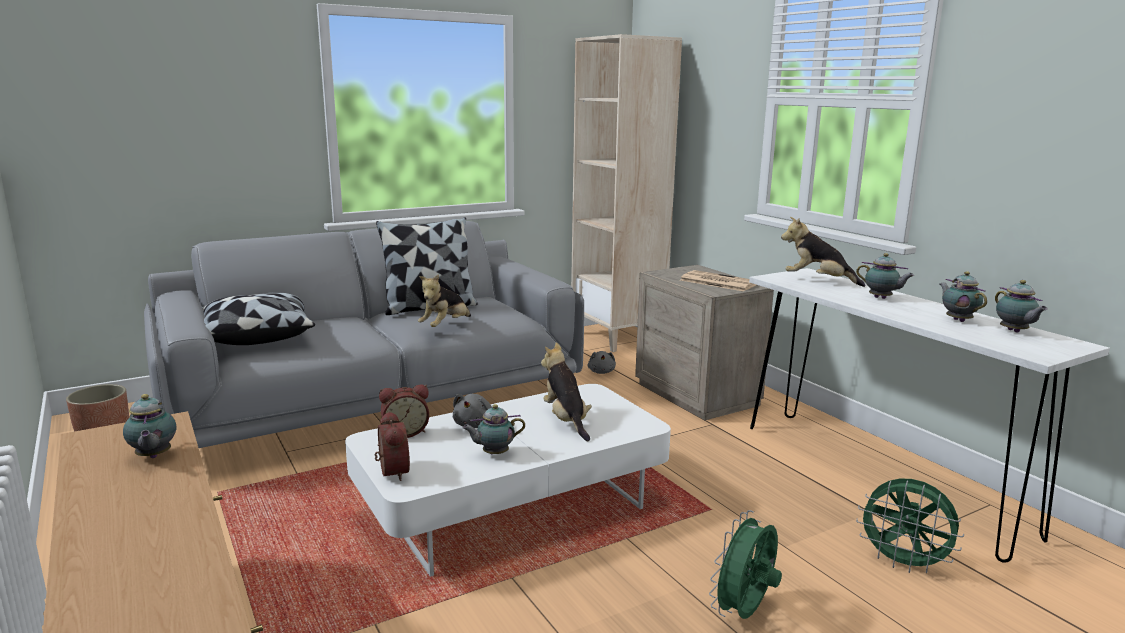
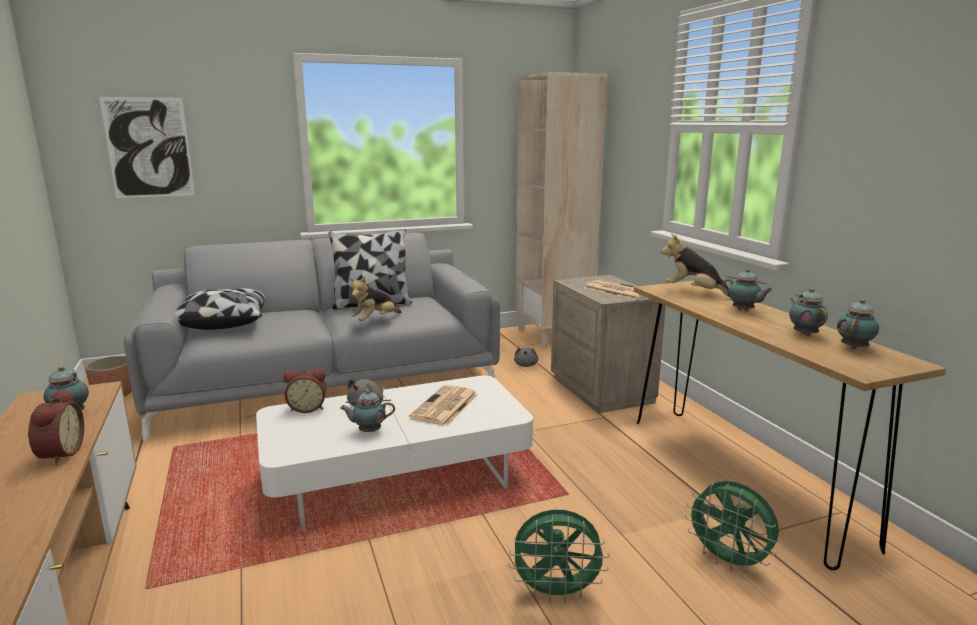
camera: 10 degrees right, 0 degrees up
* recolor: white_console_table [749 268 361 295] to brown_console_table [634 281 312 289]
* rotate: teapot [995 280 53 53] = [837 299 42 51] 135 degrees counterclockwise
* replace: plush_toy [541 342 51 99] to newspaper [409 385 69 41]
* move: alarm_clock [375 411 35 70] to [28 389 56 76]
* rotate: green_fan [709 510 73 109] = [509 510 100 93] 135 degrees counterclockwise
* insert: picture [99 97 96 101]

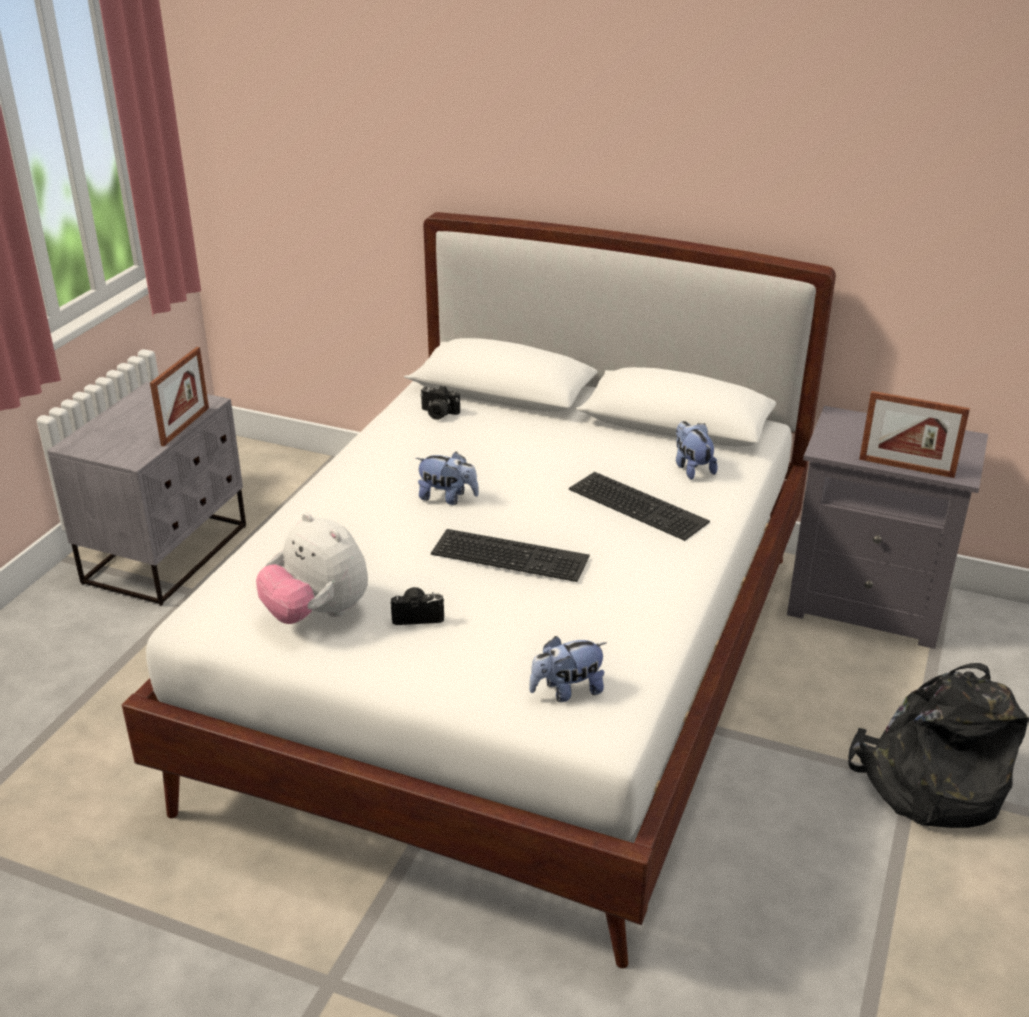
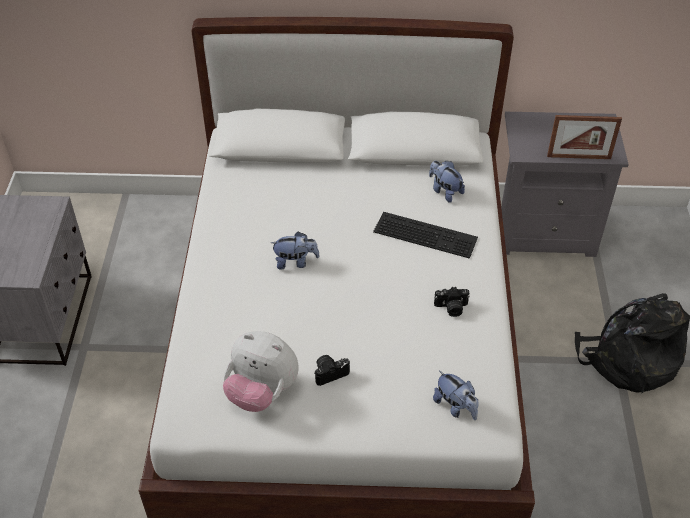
camera: 20 degrees left, 15 degrees up
* delete: picture_frame [150 347 59 99]
* move: photo_camera [420 385 40 35] to [434 287 36 30]
* delete: keyboard [431 529 159 53]
* rotate: plush_toy [529 636 78 66] = [433 371 46 49] 90 degrees counterclockwise

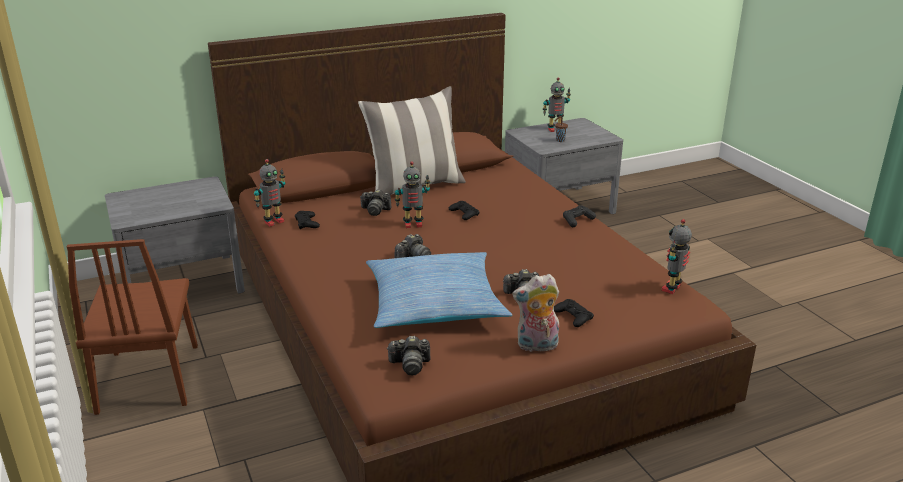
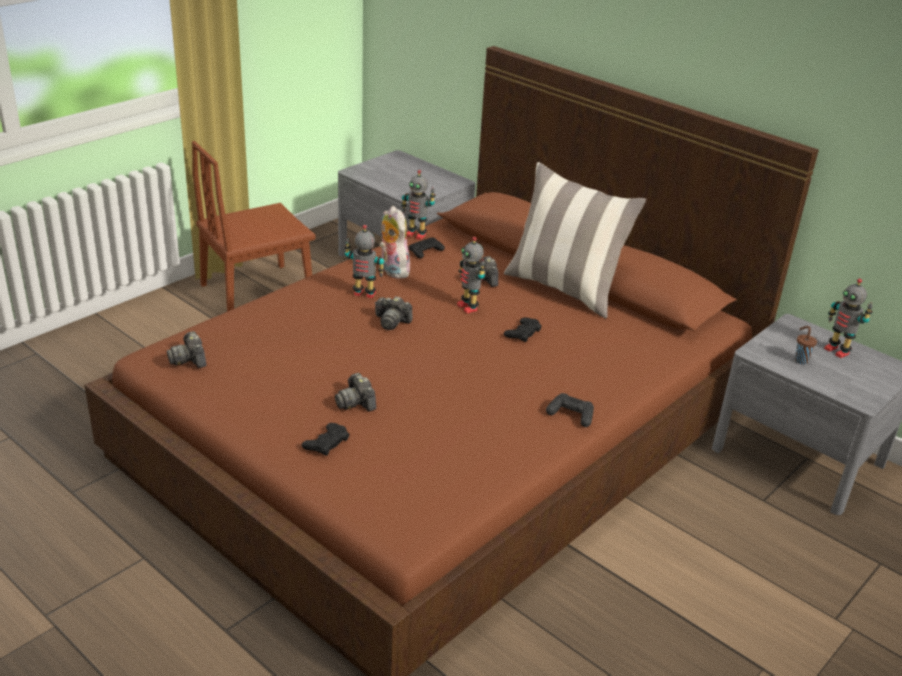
camera: 65 degrees right, 5 degrees up
* move: toy_robot [661 219 31 75] to [344 225 41 73]
* delete: pillow [366 252 146 76]
* move: plush_toy [512 274 47 78] to [379 206 31 73]

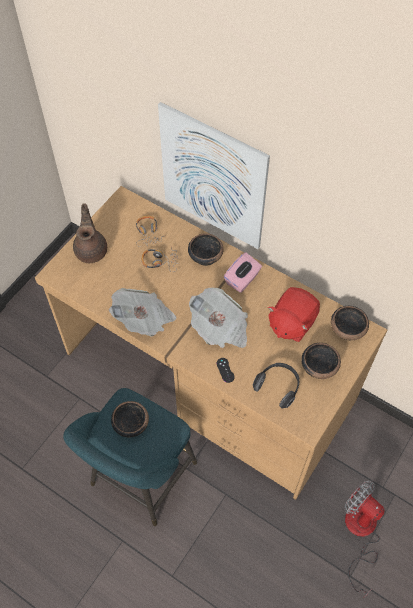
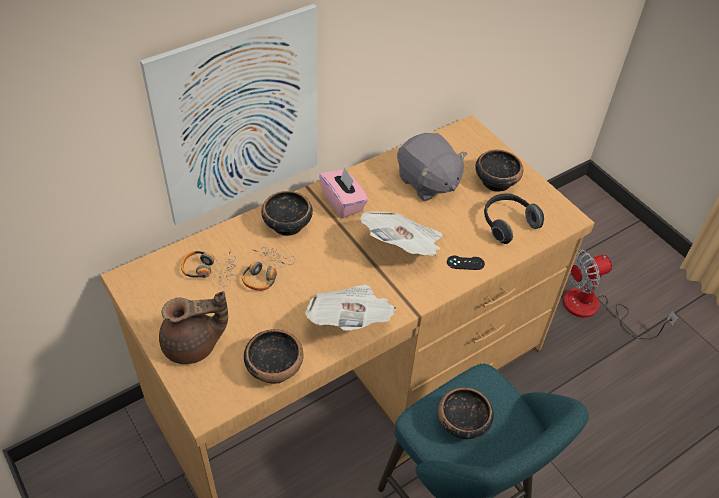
camera: 70 degrees left, 10 degrees down
* rotate: brown_teapot [73 203 34 60] = [159 291 69 73] 150 degrees clockwise
* recolor: red_plush_toy [268 287 52 55] to grey_plush_toy [397 133 71 68]
* move: bowl [331 306 38 34] to [244 329 60 55]

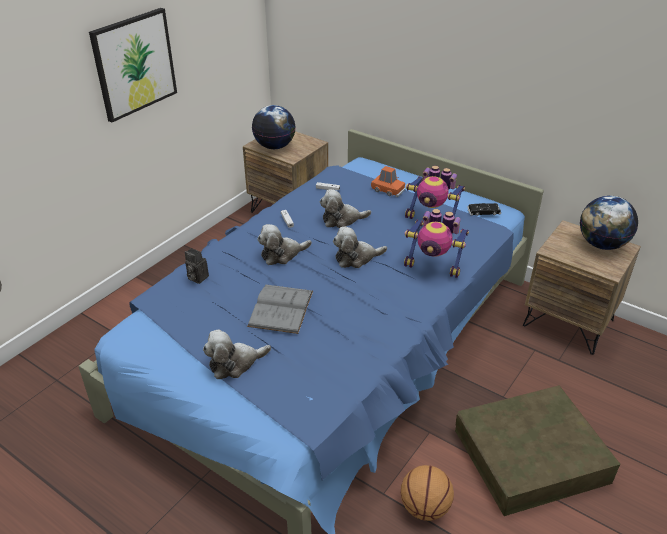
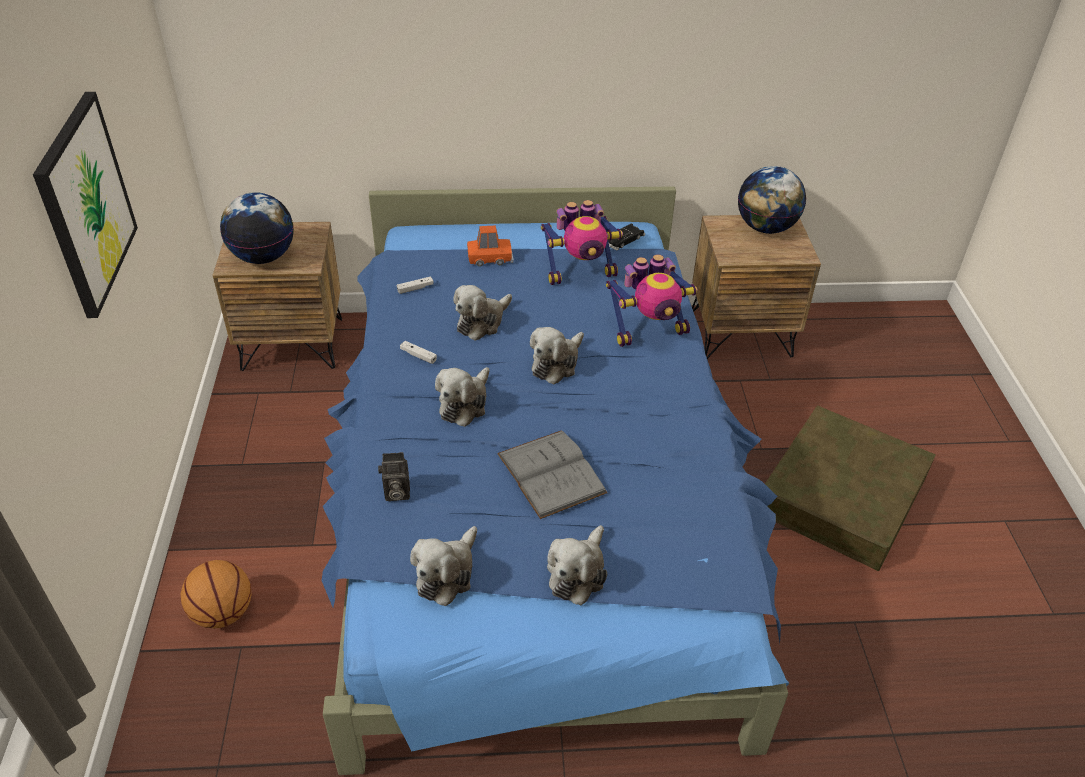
camera: 40 degrees left, 5 degrees up
* move: basketball [401 465 53 56] to [180 560 72 68]
* insert: plush_toy [410 526 67 80]

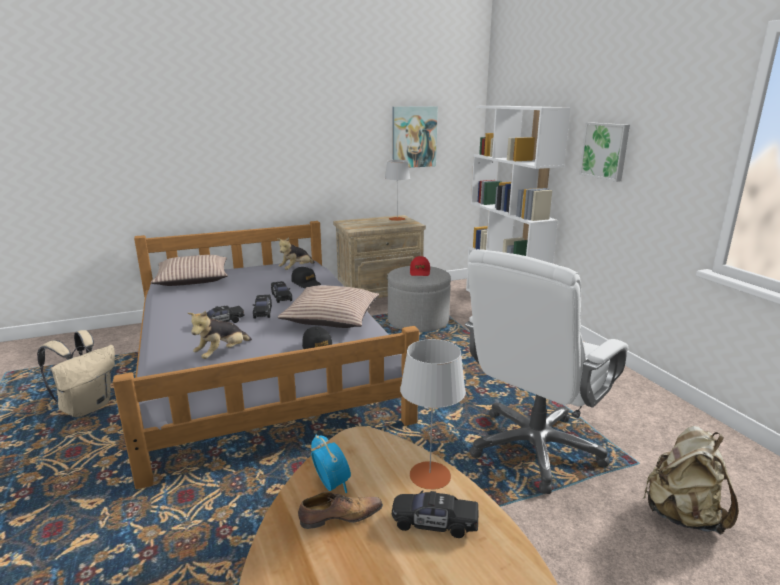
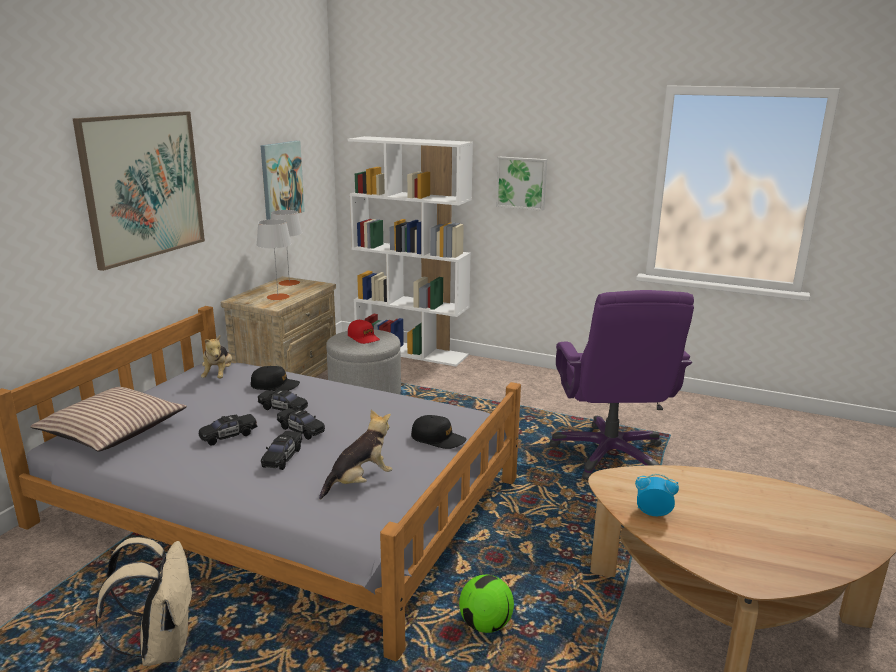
camera: 45 degrees left, 0 degrees up
* recolor: white_office_chair [465 249 164 245] to purple_office_chair [549 290 145 190]
* delete: pillow [278 285 101 43]
* rotate: plush_toy [188 311 64 48] = [319 410 73 90] 120 degrees counterclockwise
* move: grey_table_lamp [400 339 66 151] to [256 219 35 82]
* delete: beige_backpack [643 426 96 109]
* delete: shoe [298 491 85 38]
* move: black_toy_car [392 491 87 47] to [199 414 59 31]
* insert: picture [72 111 133 160]
* insert: football [459 574 55 59]

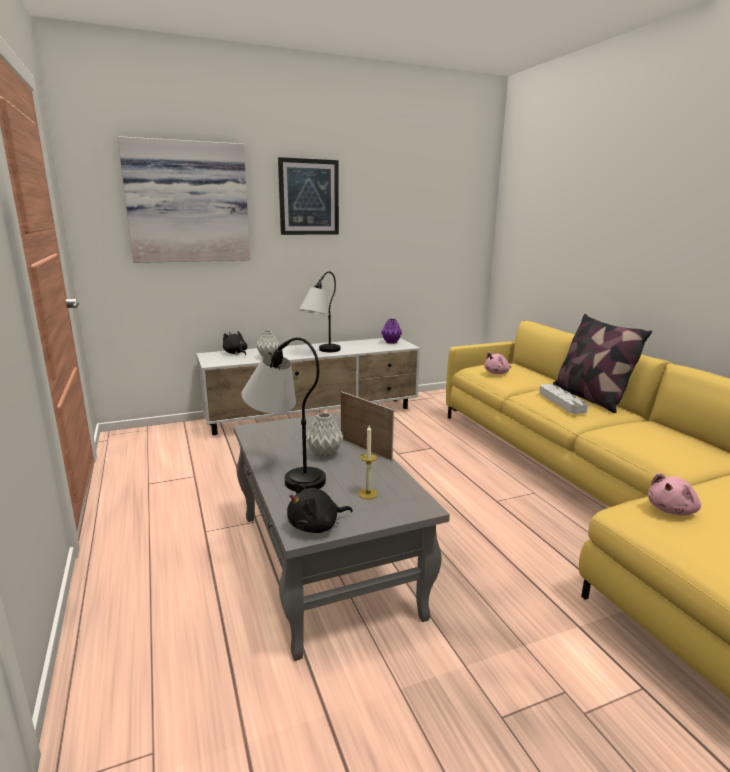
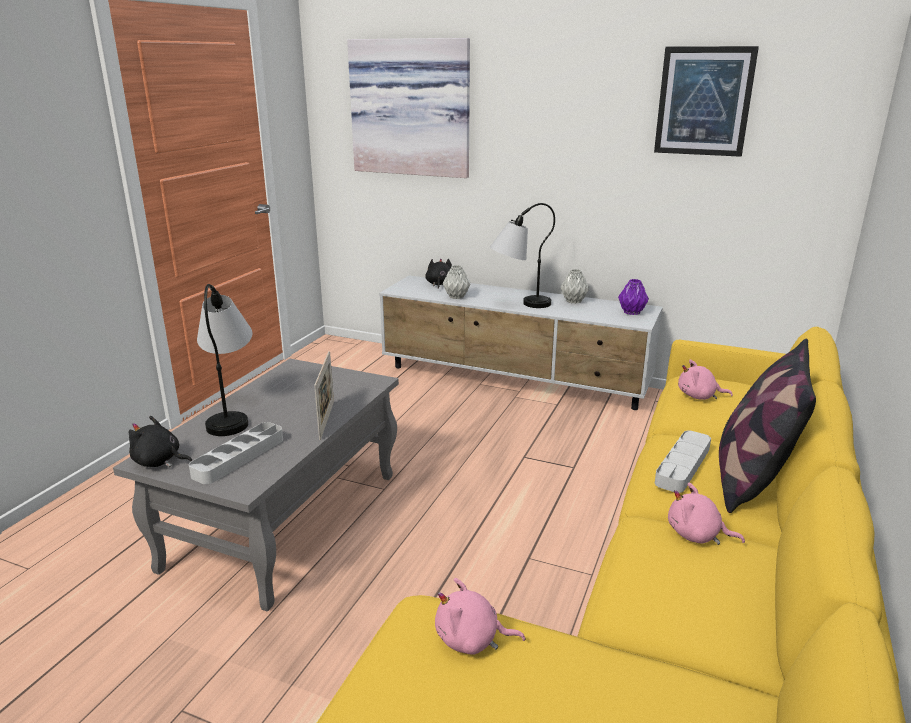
camera: 45 degrees right, 5 degrees up
* move: picture [278 157 61 78] to [654 46 105 111]
* move: grey_vase [306 413 37 46] to [561 269 28 35]
* replace: candle [358 425 20 74] to grey_tray [189 422 94 62]
* insert: pink_plush_toy [668 483 77 62]

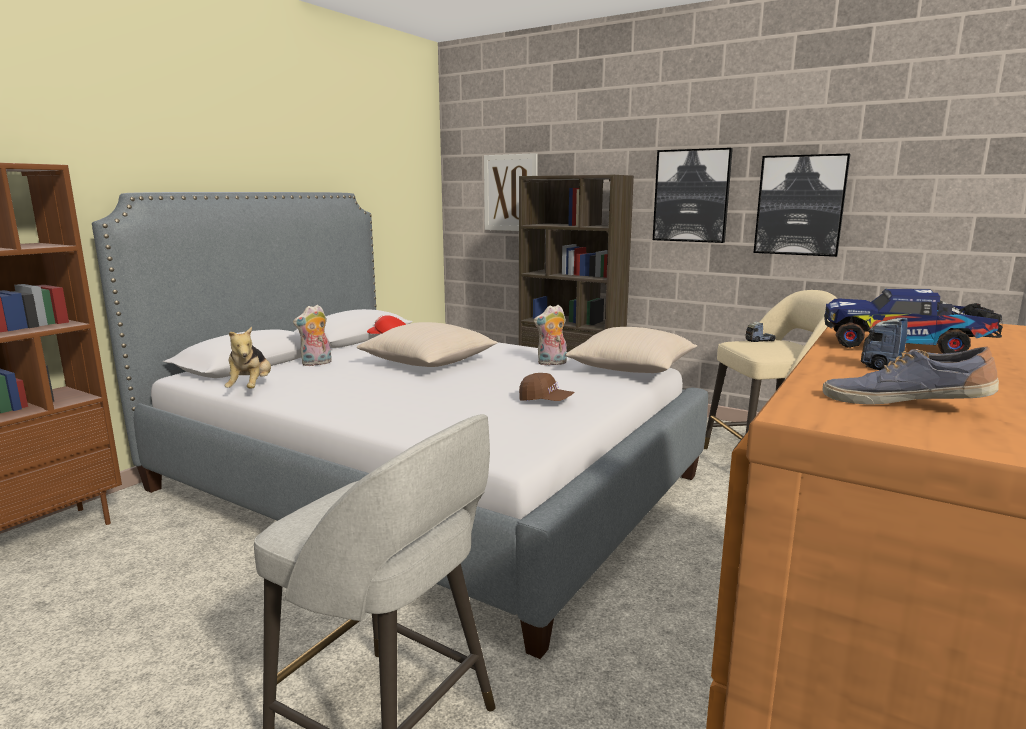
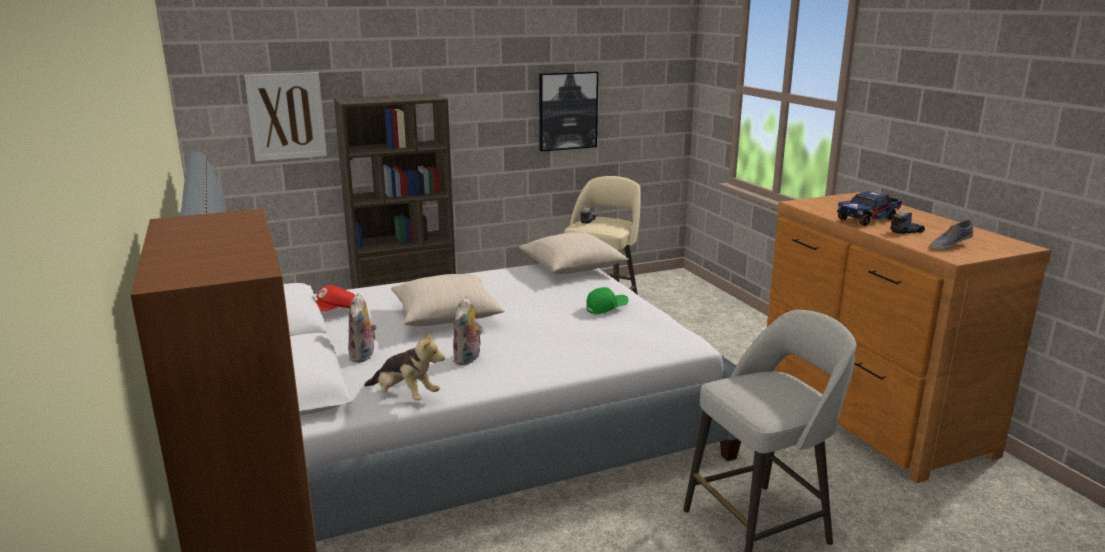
camera: 55 degrees left, 5 degrees up
* delete: picture [653 148 80 95]
* move: plush_toy [534 305 33 61] to [453 296 29 69]
* recolor: brown_cap [519 373 56 28] to green_cap [587 287 42 27]

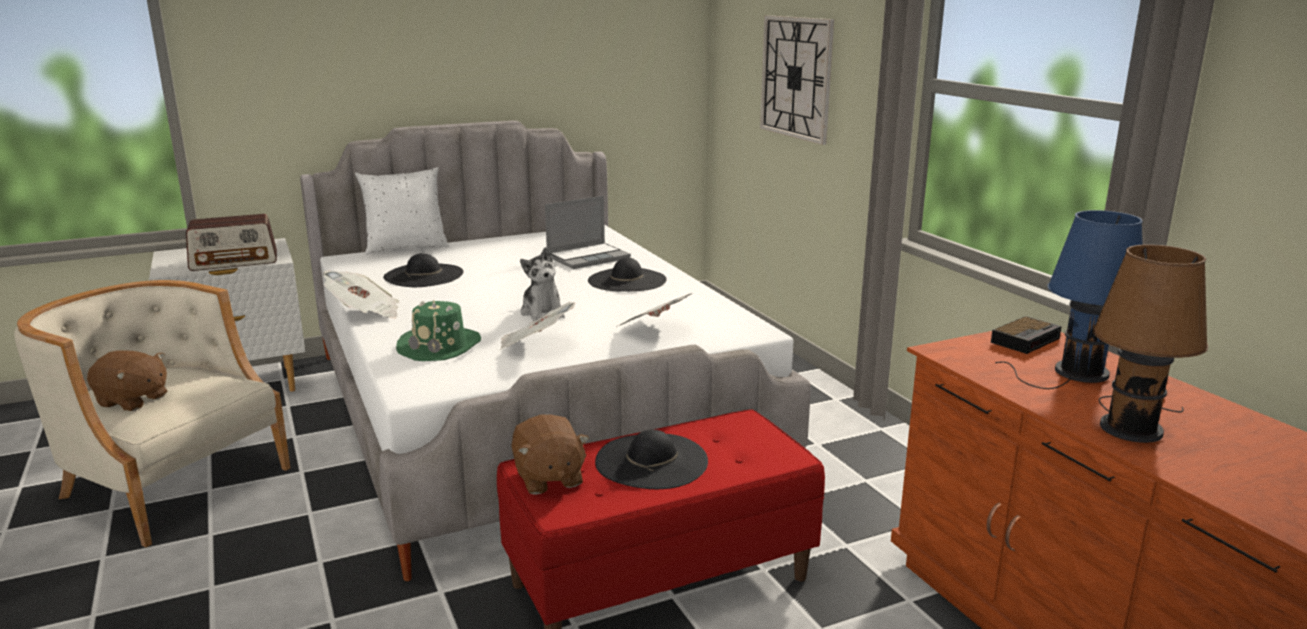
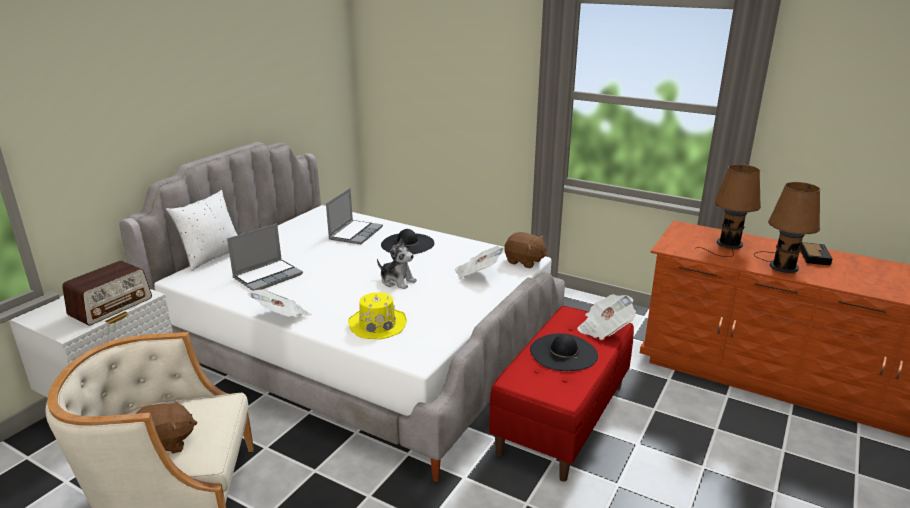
camera: 35 degrees left, 5 degrees up
* delete: wall_clock [760 15 74 130]
* recolor: blue_table_lamp [995 210 148 179] to brown_table_lamp [695 164 66 93]
* replace: black_hat [383 253 81 34] to laptop [227 223 76 68]
* recolor: green_hat [396 300 85 61] to yellow_hat [348 292 58 47]
* move: newspaper [500 301 75 49] to [577 294 59 46]
* move: alarm_clock [991 316 71 38] to [801 242 32 24]
* move: brown_plush_toy [511 414 78 81] to [505 232 42 36]

